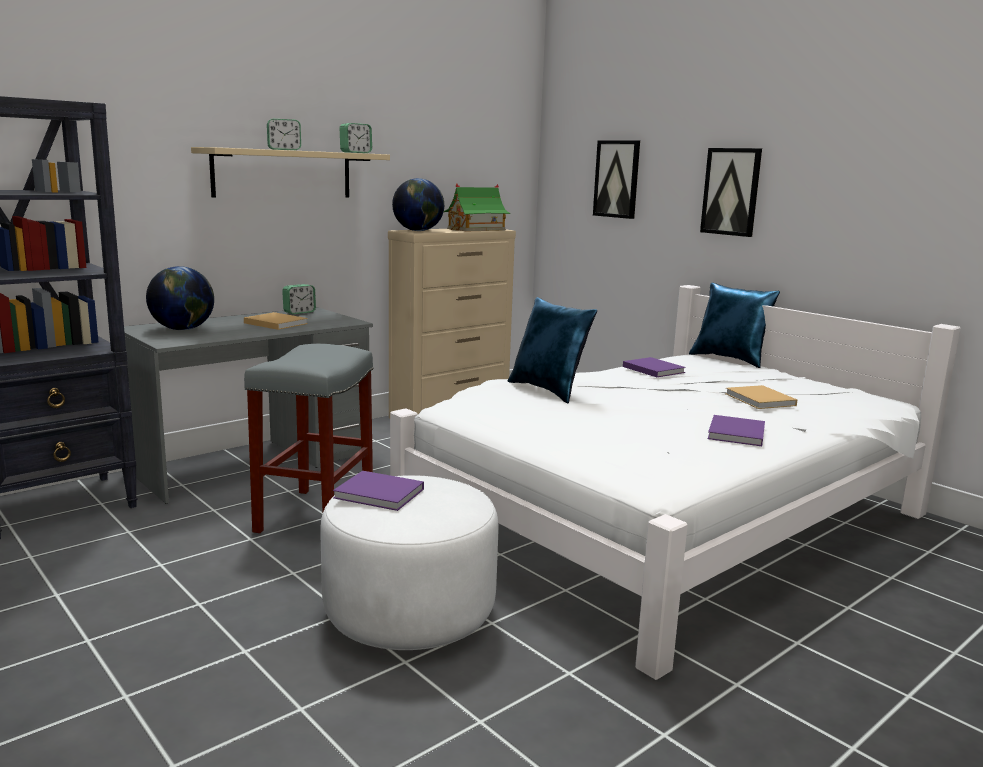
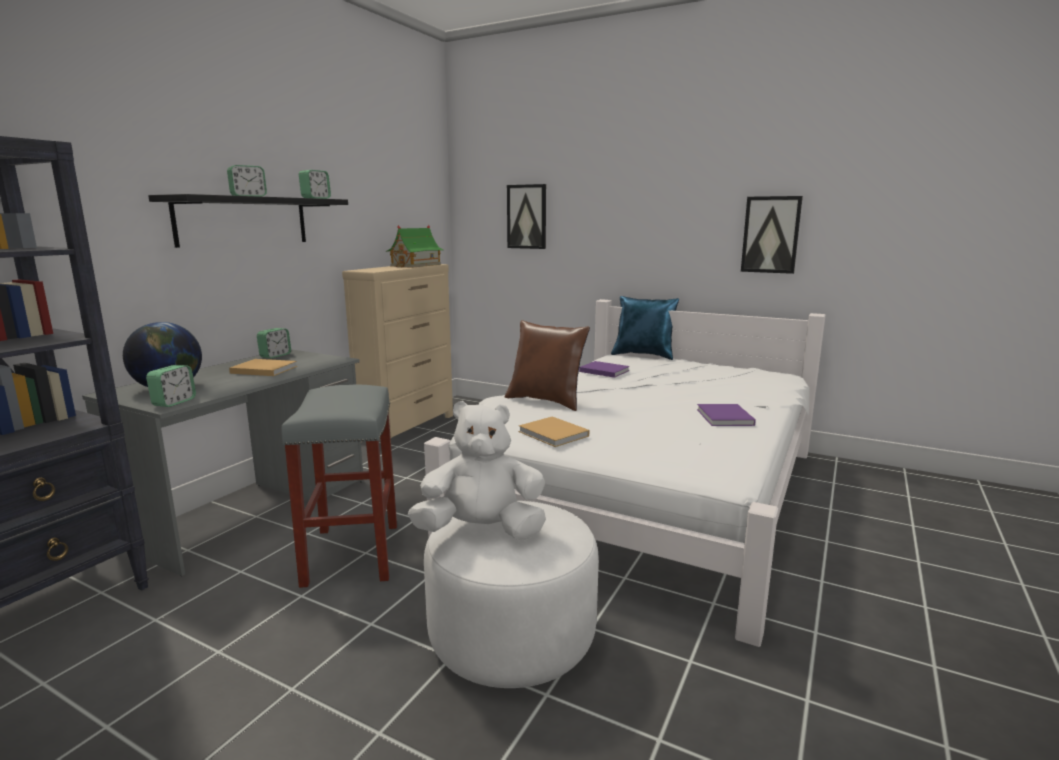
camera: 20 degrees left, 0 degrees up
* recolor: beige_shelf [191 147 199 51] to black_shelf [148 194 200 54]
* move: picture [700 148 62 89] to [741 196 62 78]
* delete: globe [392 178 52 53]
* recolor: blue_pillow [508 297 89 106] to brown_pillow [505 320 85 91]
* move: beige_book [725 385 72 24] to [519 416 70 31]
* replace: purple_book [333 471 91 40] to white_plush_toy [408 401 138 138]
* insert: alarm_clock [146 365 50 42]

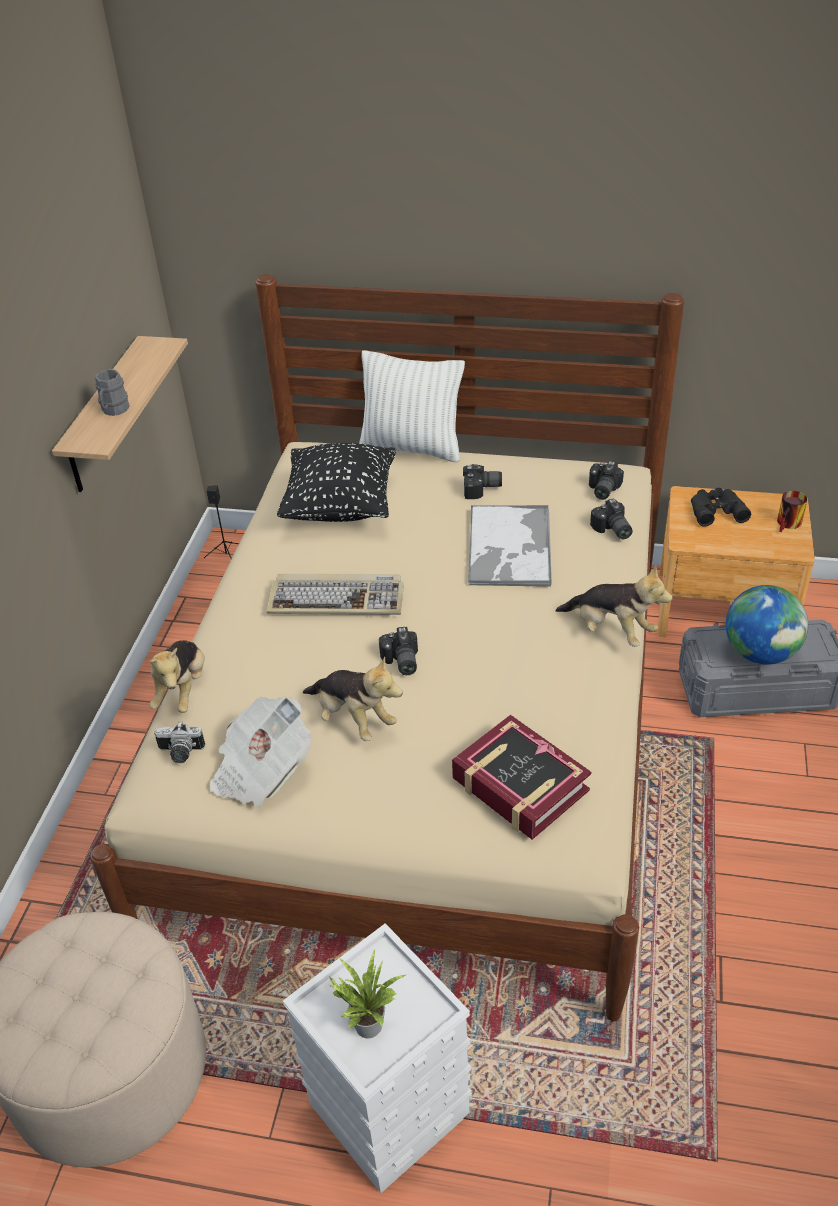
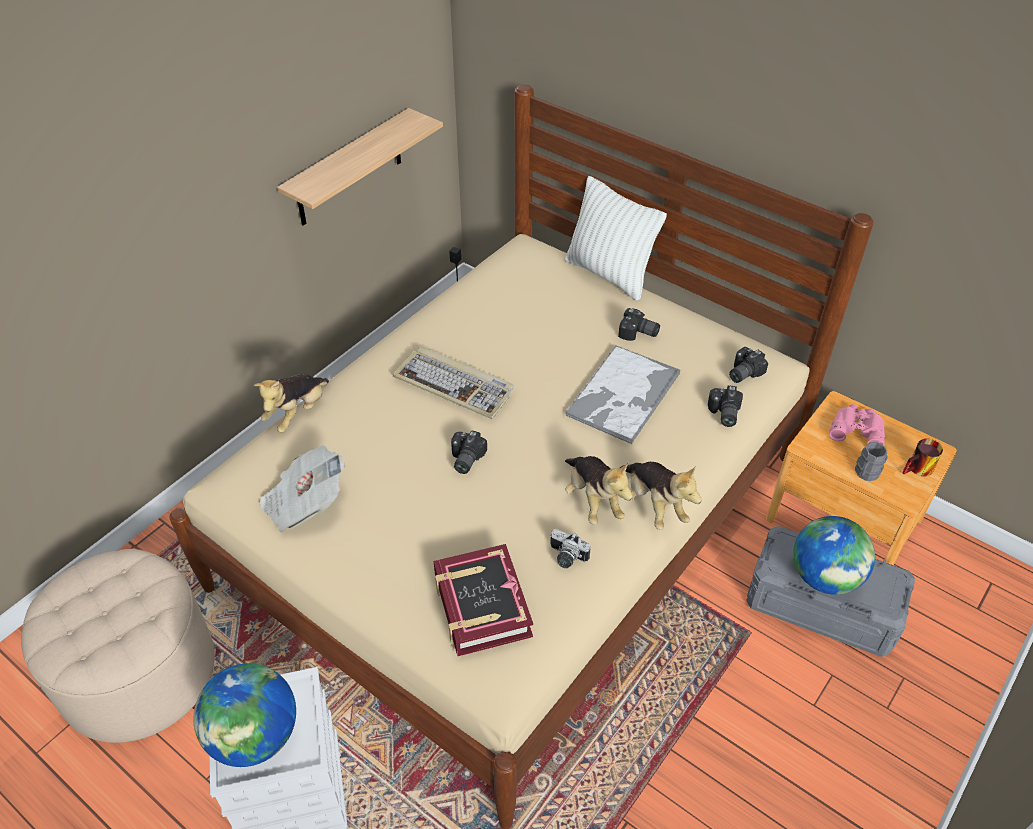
camera: 25 degrees right, 5 degrees up
* move: grey_mug [95 369 35 47] to [855 442 33 39]
* delete: black_pillow [277 443 119 79]
* recolor: black_binoculars [691 488 60 39] to pink_binoculars [829 404 56 41]
* move: plush_toy [303 656 100 85] to [565 456 68 68]
* move: photo_camera [154 722 51 41] to [550 529 41 39]
* replace: potted_plant [329 950 77 88] to globe [194 663 102 104]

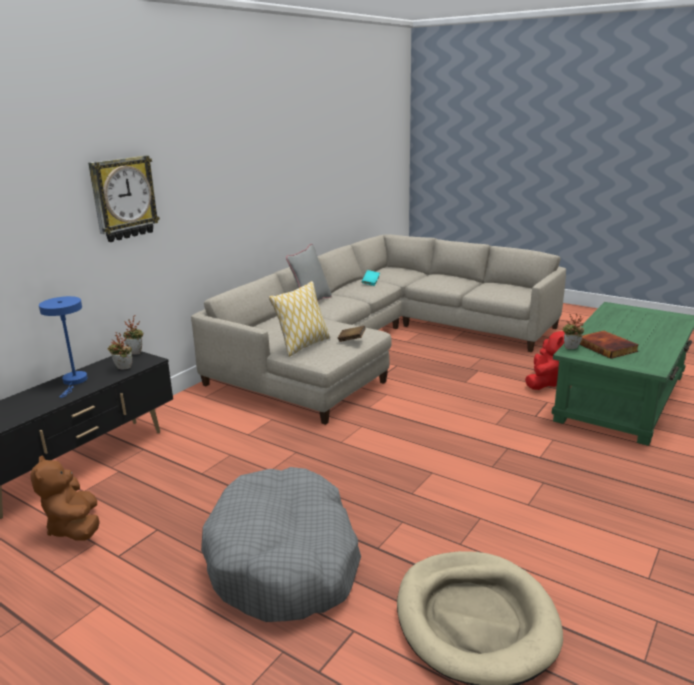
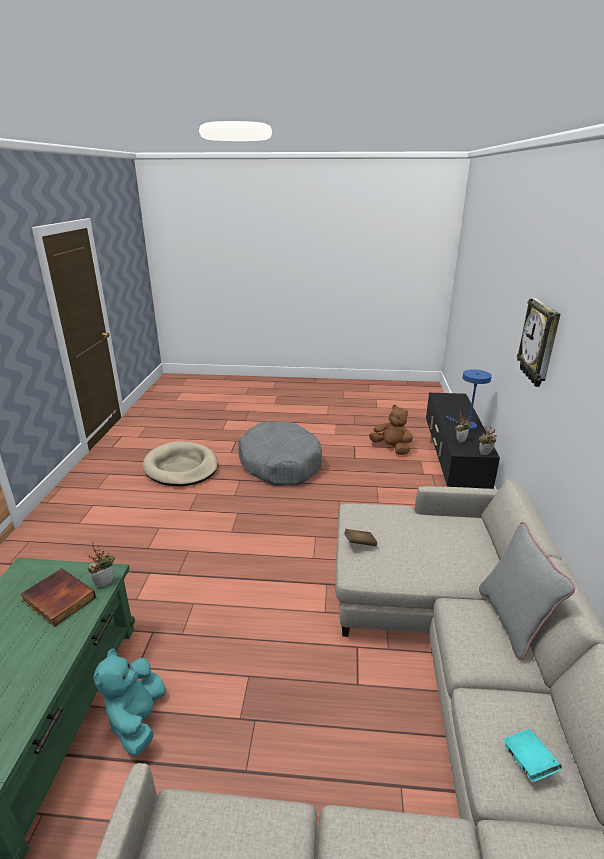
camera: 150 degrees right, 5 degrees up
* delete: pillow [269 281 61 76]
* recolor: red_plush_toy [525 331 40 59] to turquoise_plush_toy [93 648 73 108]

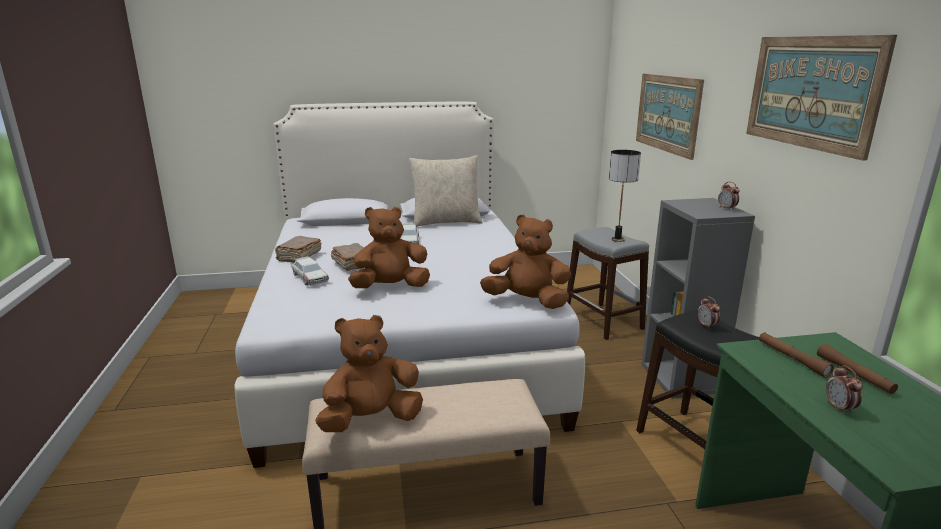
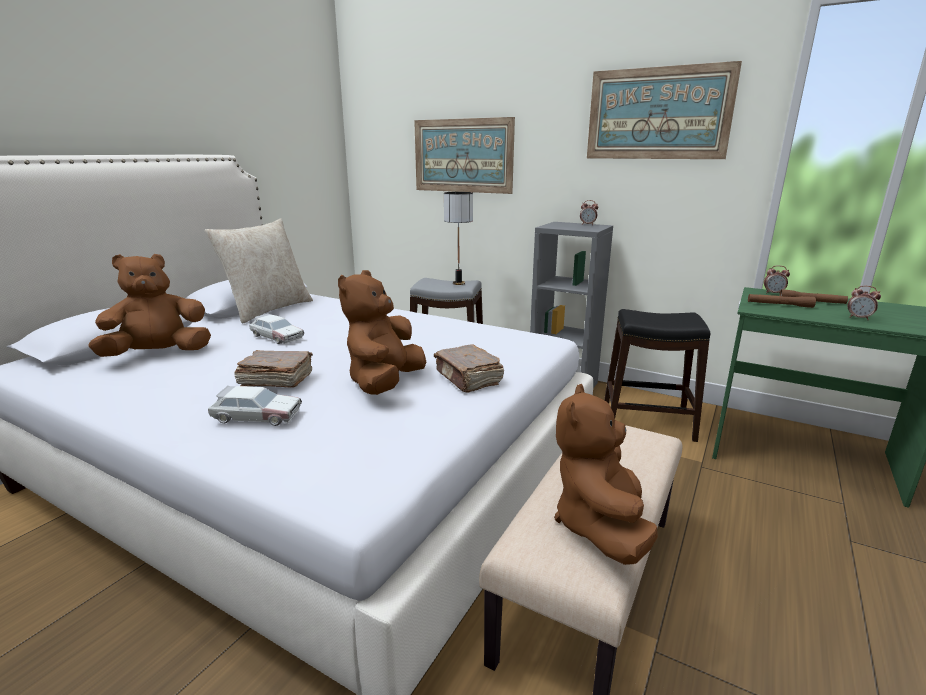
camera: 50 degrees left, 0 degrees up
* move: brown_plush_toy [480 215 91 94] to [89 254 122 103]
* move: brown_book [275 236 46 26] to [434 344 70 48]
* move: alarm_clock [697 296 23 34] to [764 265 26 29]

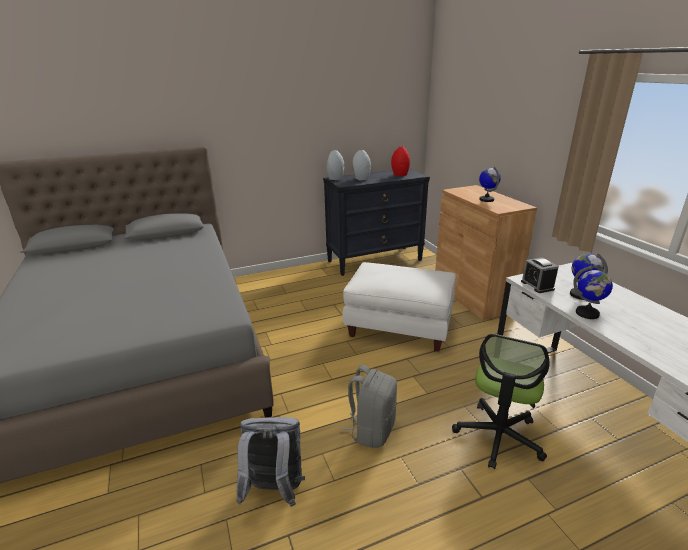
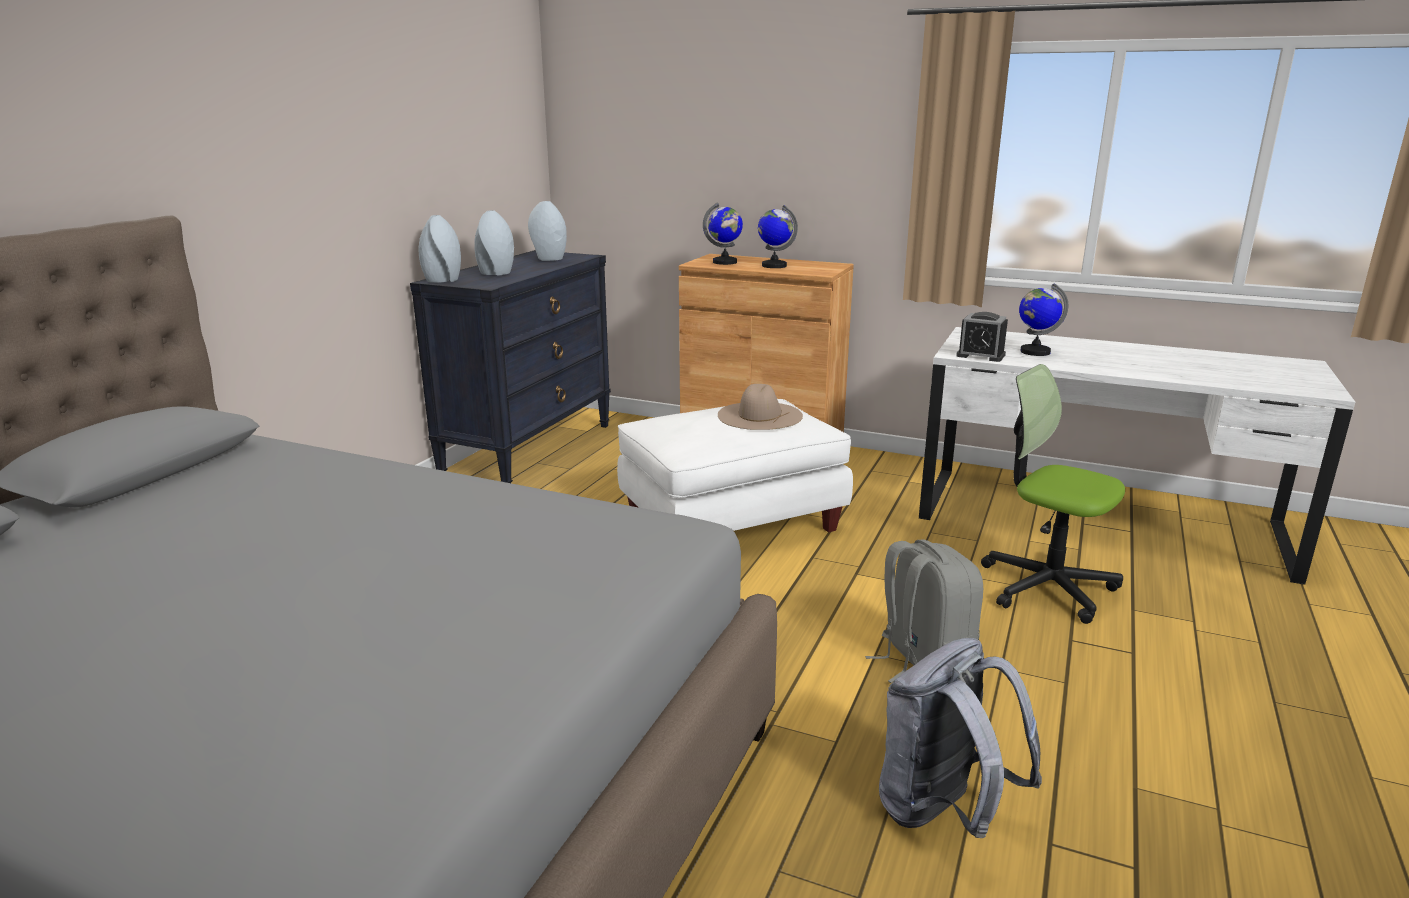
camera: 45 degrees left, 5 degrees down
* recolor: red_vase [391 147 19 29] to grey_vase [528 201 39 60]
* move: globe [573 266 40 53] to [703 202 40 63]
* rotate: office_chair [452 334 97 135] = [981 364 144 260] 150 degrees clockwise
* insert: beige_hat [718 384 85 46]

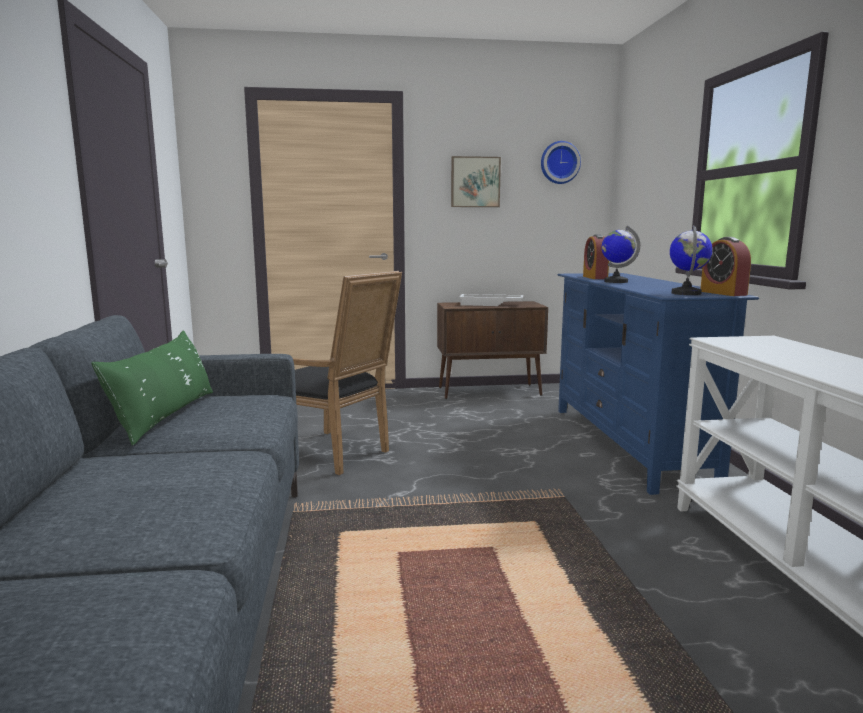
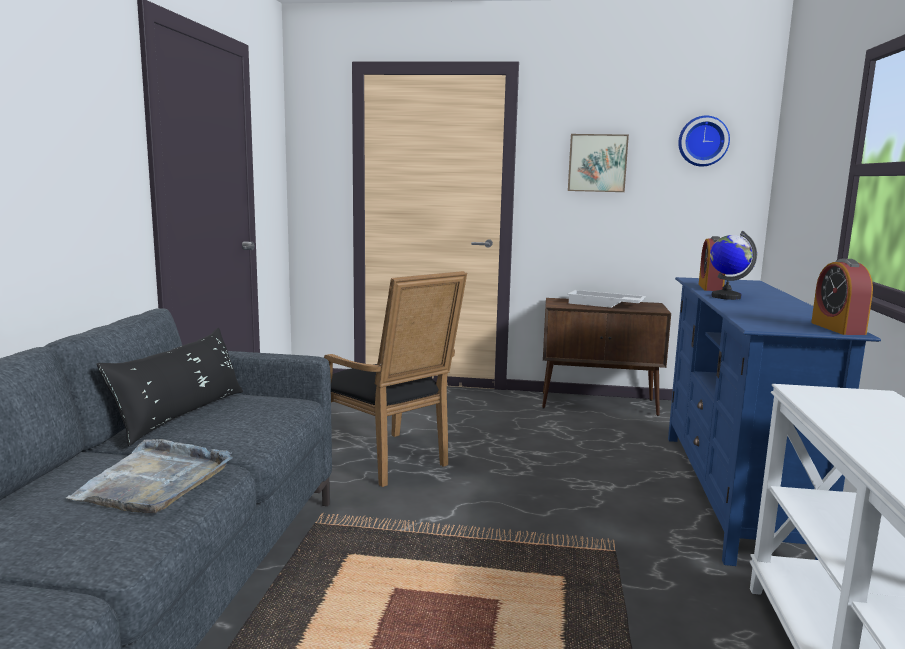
camera: 15 degrees right, 0 degrees up
* delete: globe [670 225 43 70]
* recolor: green_pillow [91 330 122 116] to black_pillow [97 328 146 118]
* insert: grey_tray [66 439 167 74]

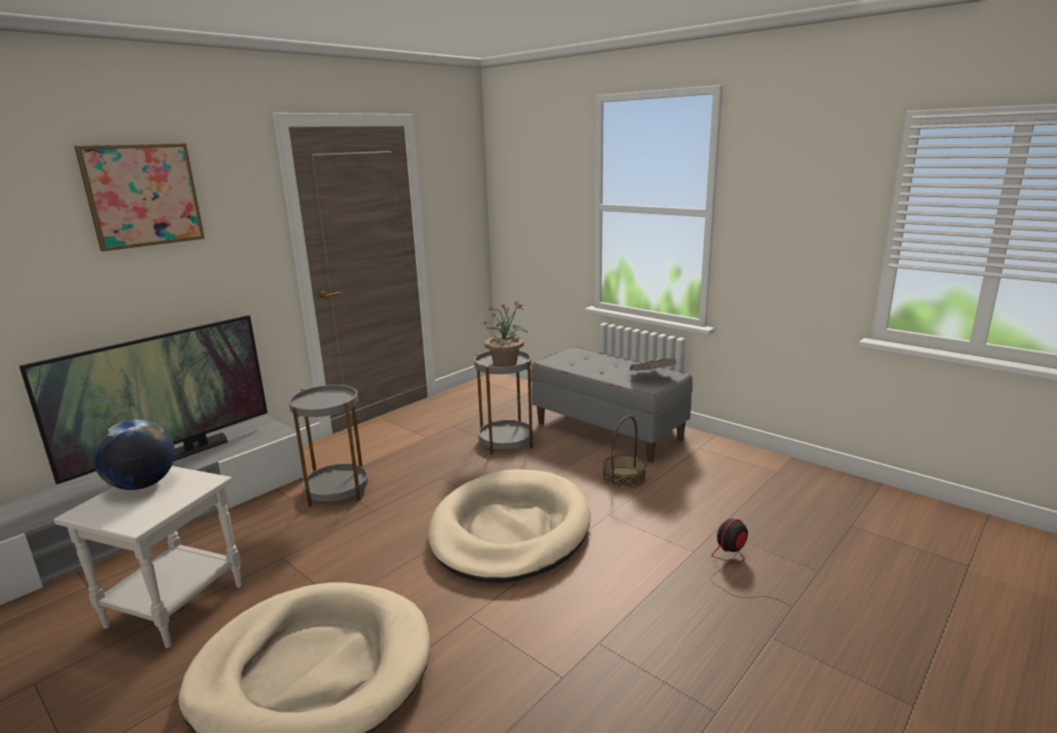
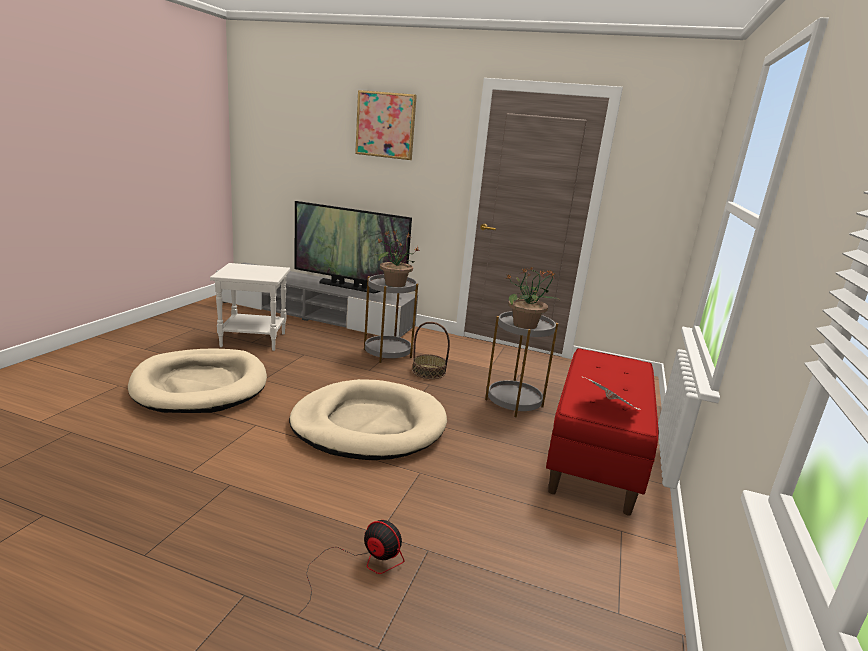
camera: 65 degrees right, 0 degrees up
* recolor: grey_bench [531 347 161 115] to red_bench [546 348 113 167]
* move: basket [603 416 43 73] to [412 322 38 57]
* delete: globe [93 419 82 71]
* insert: potted_plant [375 231 45 56]

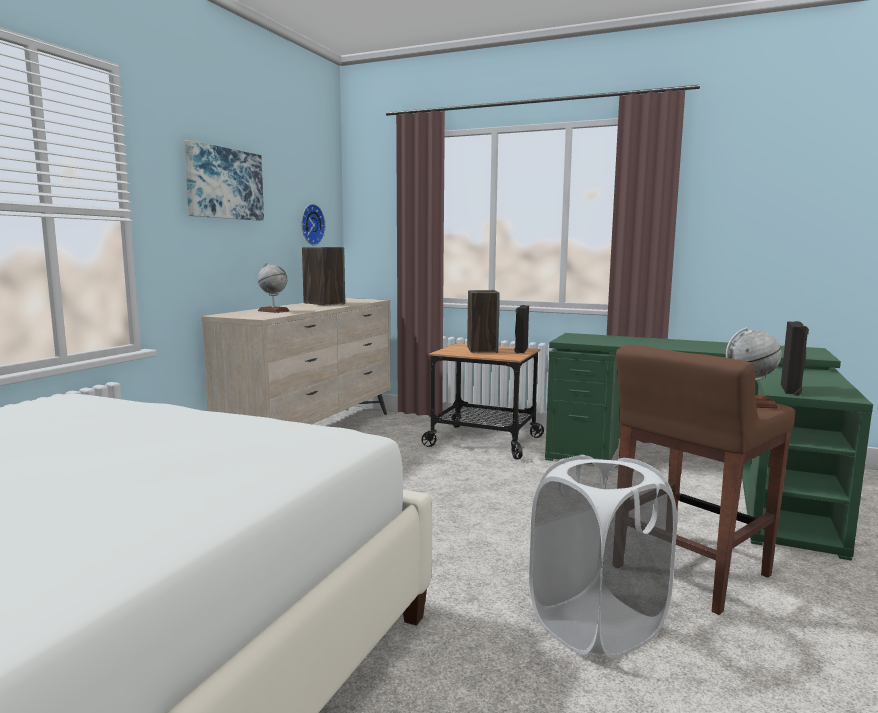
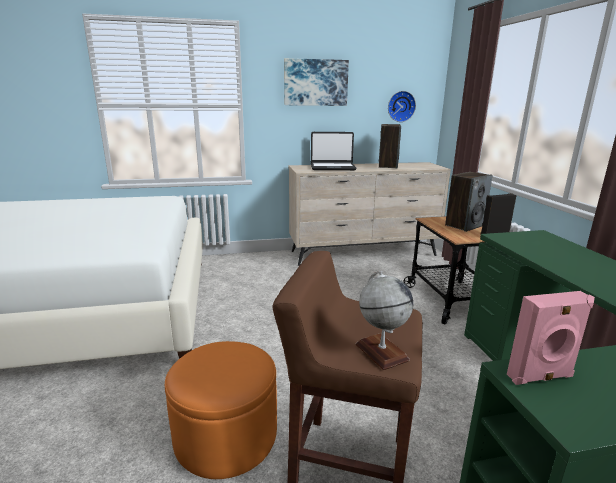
camera: 55 degrees right, 10 degrees up
* replace: globe [258 263 32 50] to laptop [311 132 46 38]
* recolor: black_speaker [781 321 28 75] to pink_speaker [507 291 88 94]
* replace: white_laundry_basket [529 455 148 204] to orange_ottoman [165 341 112 138]

